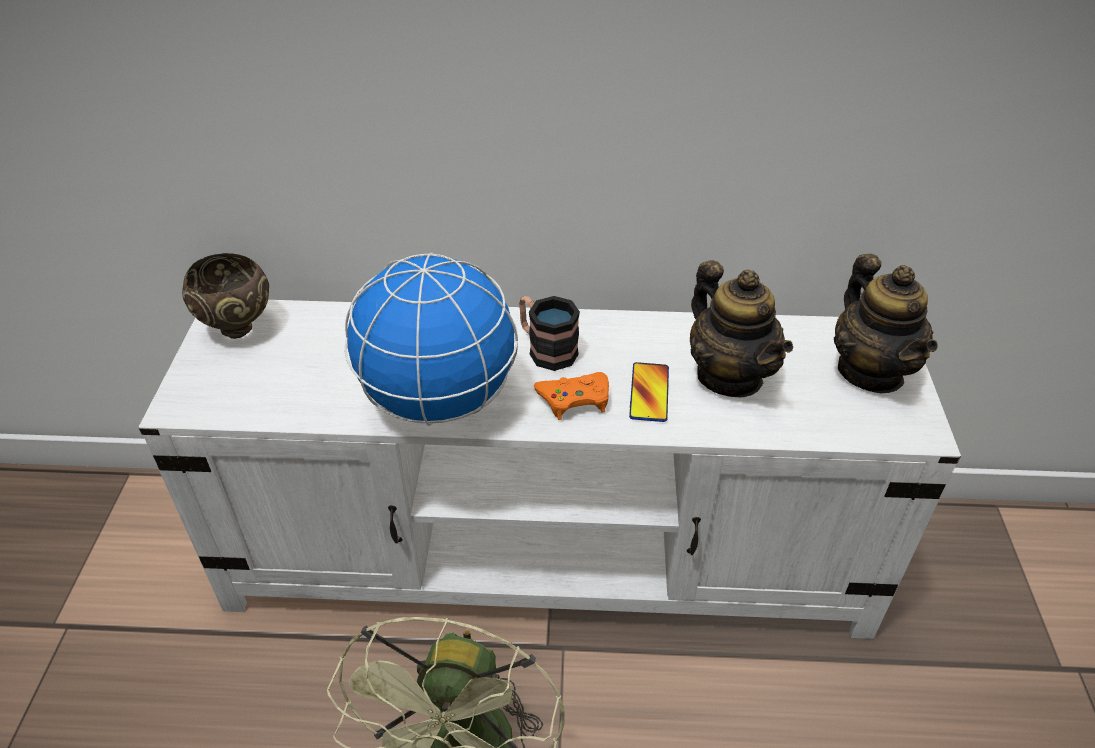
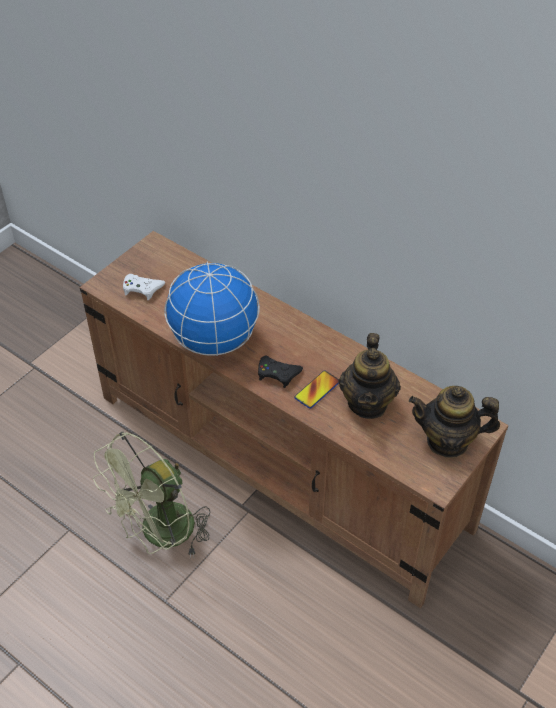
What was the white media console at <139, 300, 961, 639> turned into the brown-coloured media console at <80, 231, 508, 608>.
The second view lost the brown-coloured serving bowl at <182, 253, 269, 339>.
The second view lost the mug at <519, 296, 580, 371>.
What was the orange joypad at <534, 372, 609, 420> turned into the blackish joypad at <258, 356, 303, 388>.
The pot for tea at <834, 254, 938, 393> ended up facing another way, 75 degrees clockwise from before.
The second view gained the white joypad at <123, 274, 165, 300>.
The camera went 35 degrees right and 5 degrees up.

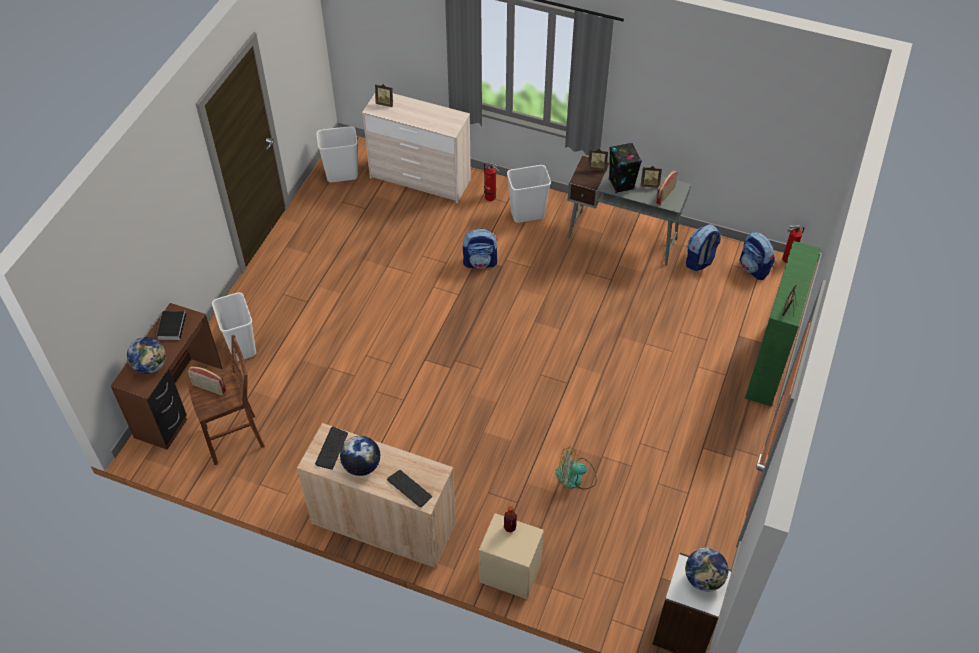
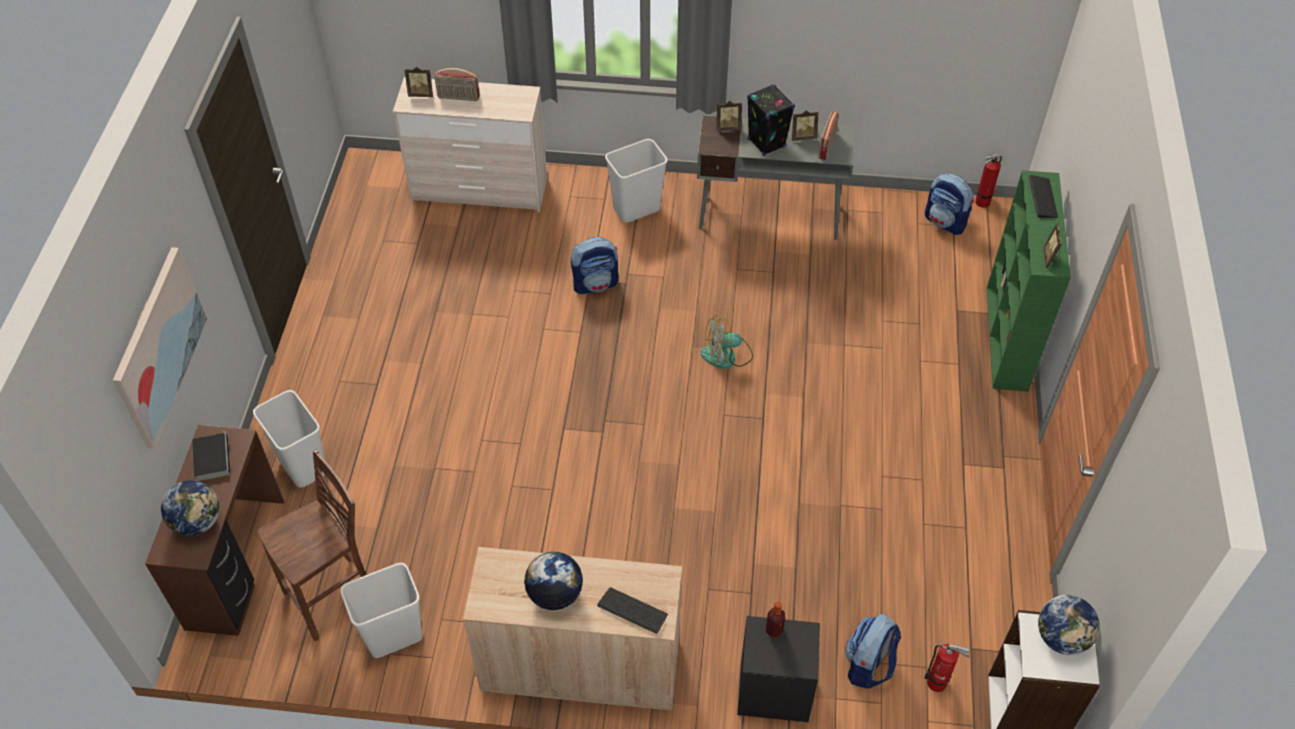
The radio set ended up elsewhere, having gone from <188, 366, 226, 395> to <434, 68, 480, 101>.
The computer keyboard ended up elsewhere, having gone from <315, 427, 348, 470> to <1028, 175, 1058, 218>.
The white trash can ended up elsewhere, having gone from <316, 126, 358, 182> to <341, 563, 422, 658>.
What was the sand-coloured night table at <479, 513, 544, 599> turned into the blackish night table at <737, 616, 820, 722>.
The extinguisher ended up elsewhere, having gone from <484, 162, 499, 201> to <924, 644, 970, 692>.
The cooling fan ended up elsewhere, having gone from <555, 446, 597, 490> to <701, 315, 753, 369>.
The knapsack ended up elsewhere, having gone from <686, 224, 721, 271> to <845, 614, 901, 689>.
The second view gained the wall art at <113, 247, 207, 449>.
The camera went 15 degrees left and 0 degrees up.

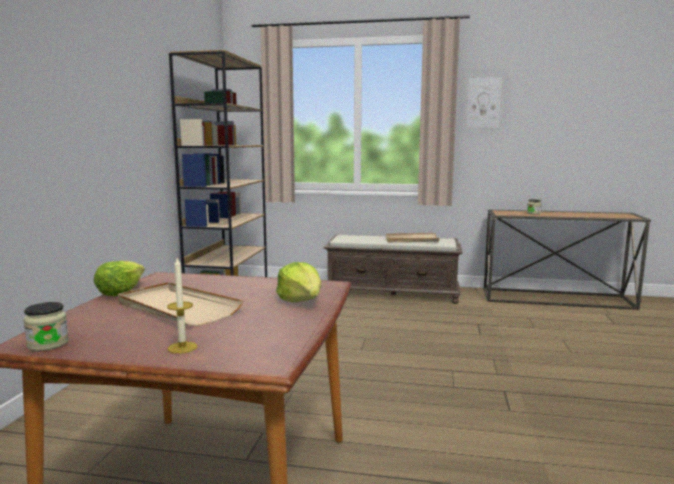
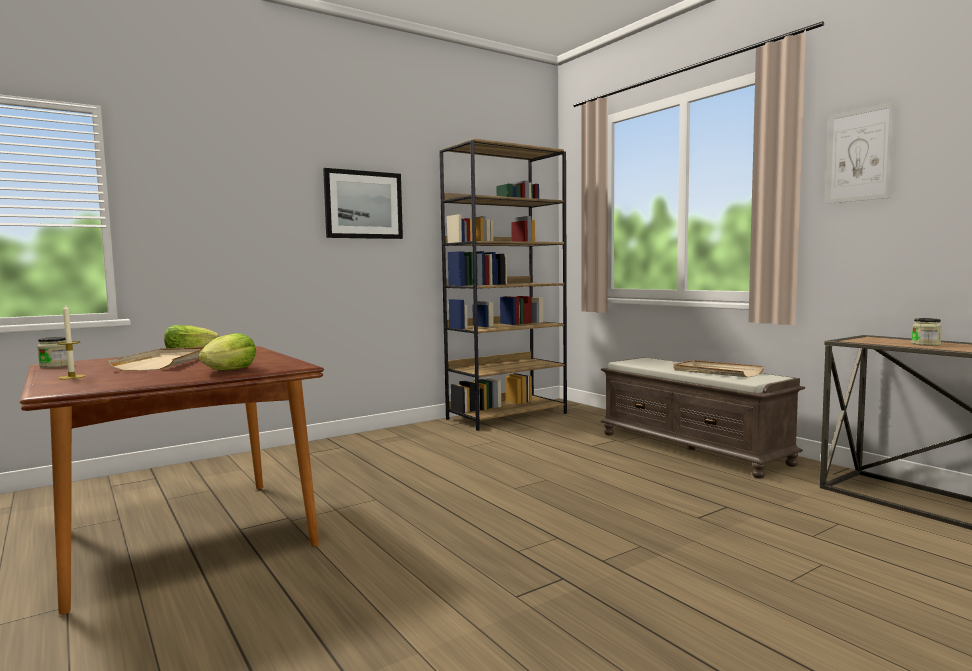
The second view gained the wall art at <323, 168, 403, 239>.
The camera went 45 degrees right and 5 degrees down.

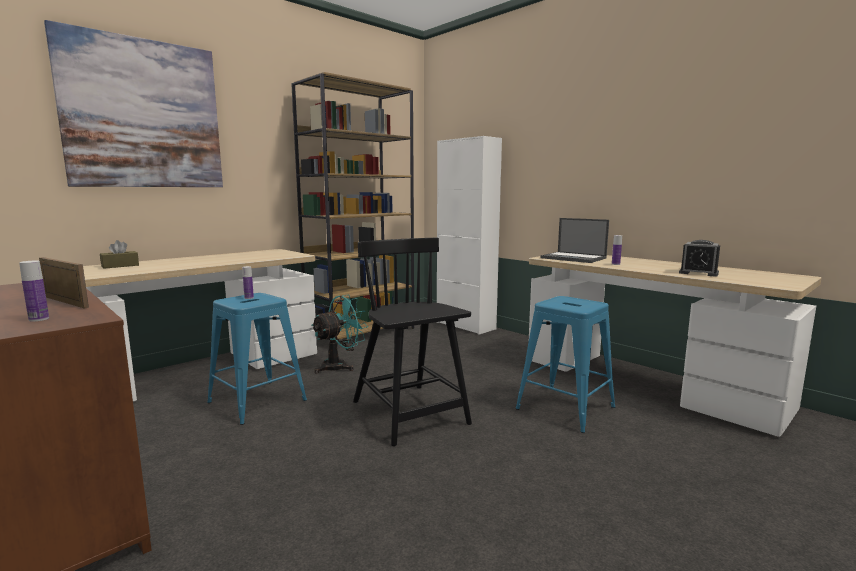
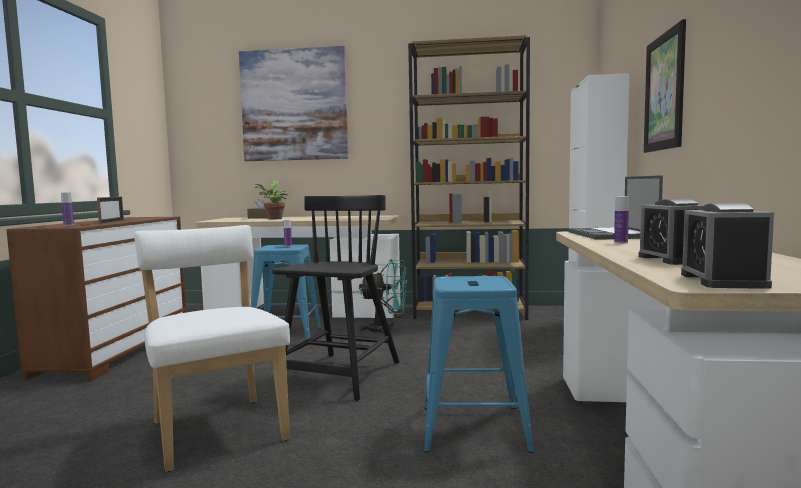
The second view gained the white chair at <134, 225, 290, 472>.
The second view gained the potted plant at <255, 181, 288, 220>.
The second view gained the wall art at <644, 19, 686, 153>.
The second view gained the table clock at <681, 203, 774, 289>.
The camera went 50 degrees right and 5 degrees down.

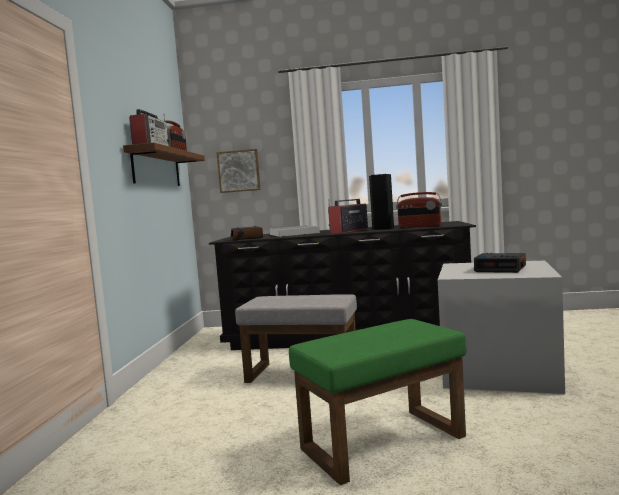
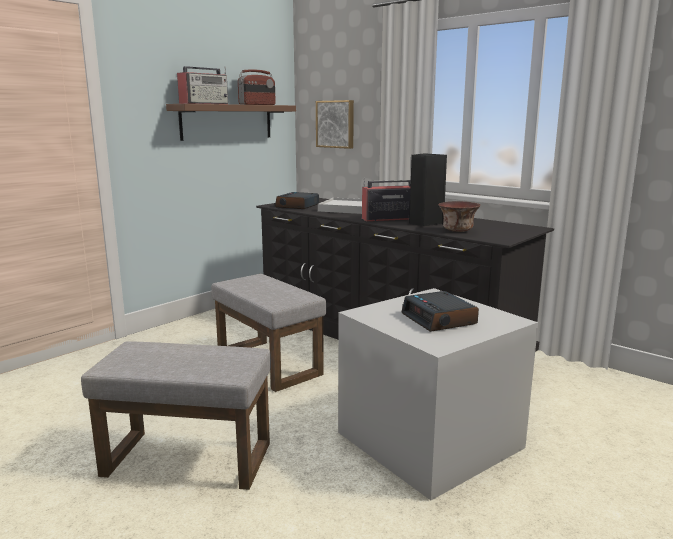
What was the greenish pouffe at <289, 319, 466, 485> turned into the greyish pouffe at <81, 341, 271, 490>.
Where the radio set stood at <396, 192, 442, 228>, the serving bowl came to stand at <438, 201, 480, 232>.
The camera went 35 degrees right and 10 degrees up.

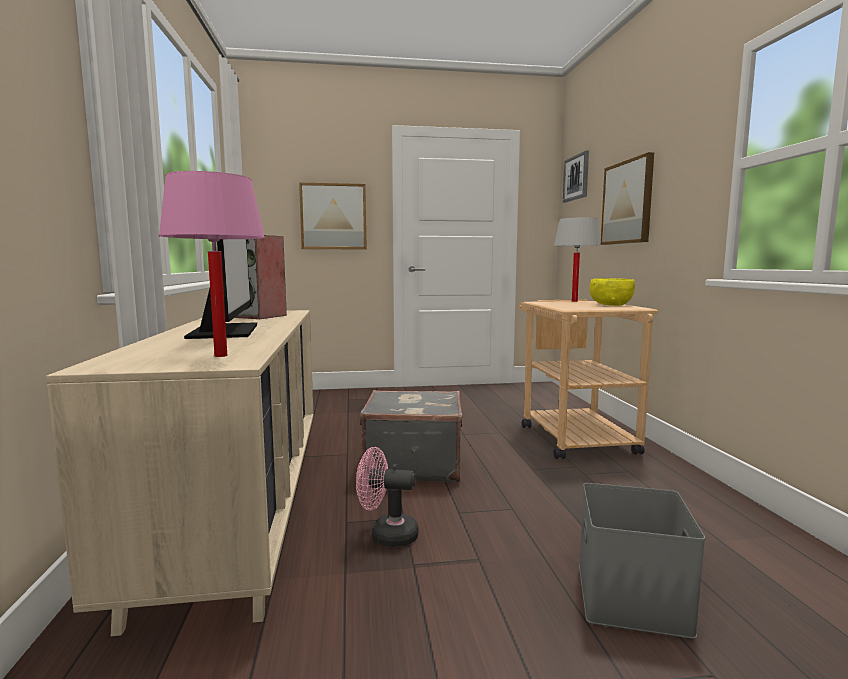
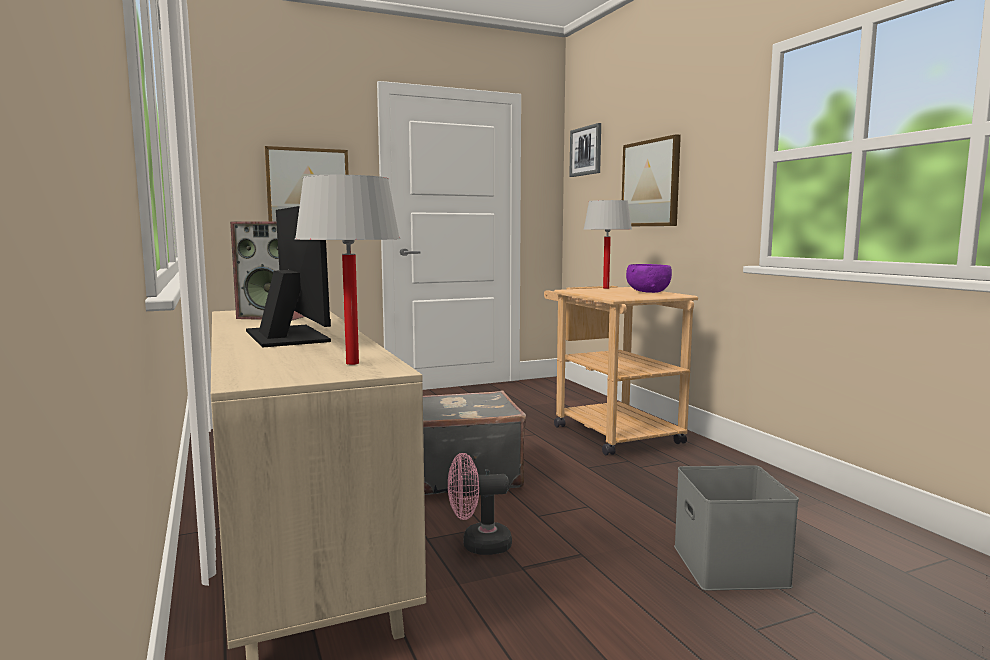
What was the pink lamp for a table at <158, 171, 265, 357> turned into the white lamp for a table at <295, 175, 400, 365>.
What was the yellowish serving bowl at <590, 278, 635, 306> turned into the purple serving bowl at <626, 264, 672, 293>.
The camera went 15 degrees left and 0 degrees up.

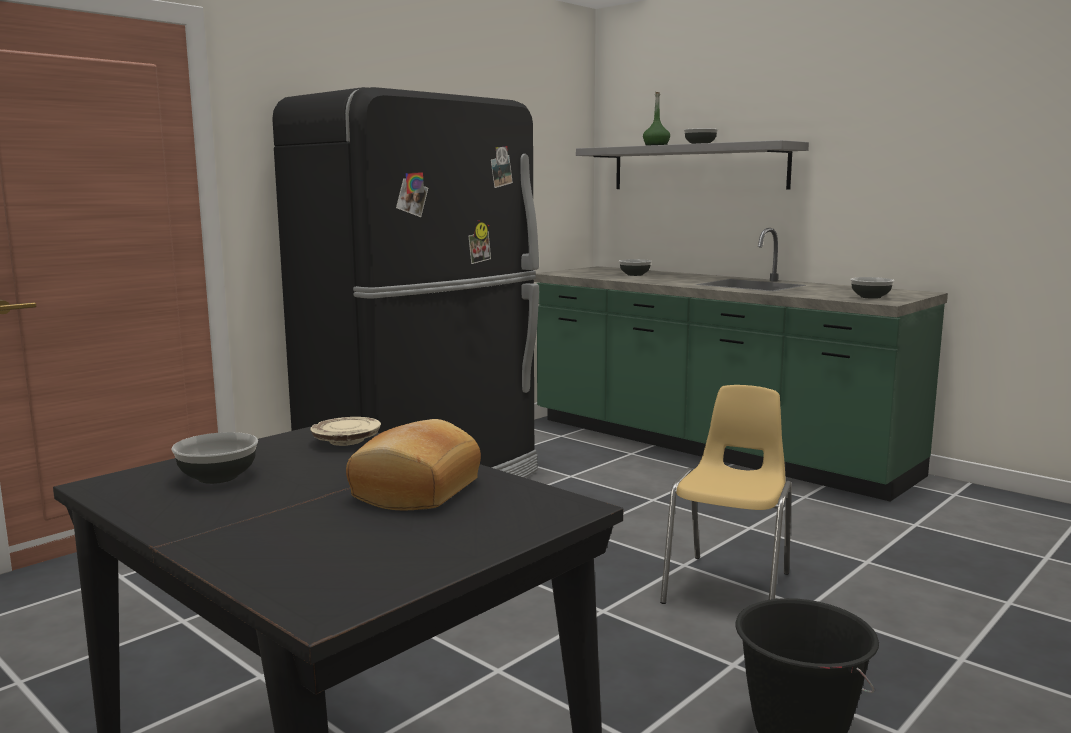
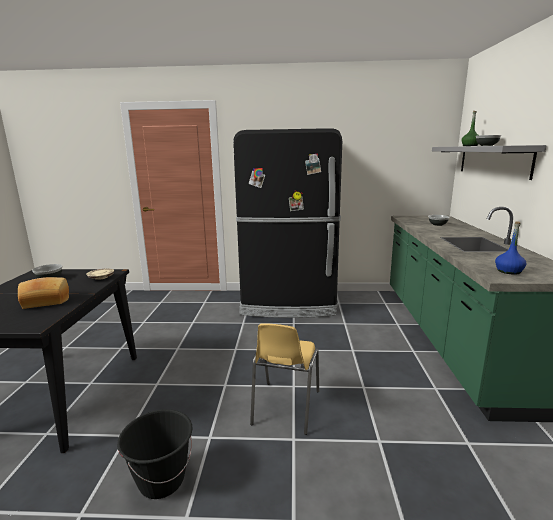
The yellowish chair at <660, 385, 792, 604> ended up facing another way, 120 degrees clockwise from before.
Where the serving bowl stood at <850, 277, 894, 299>, the blue beverage bottle came to stand at <495, 221, 527, 275>.
The camera went 50 degrees right and 5 degrees up.

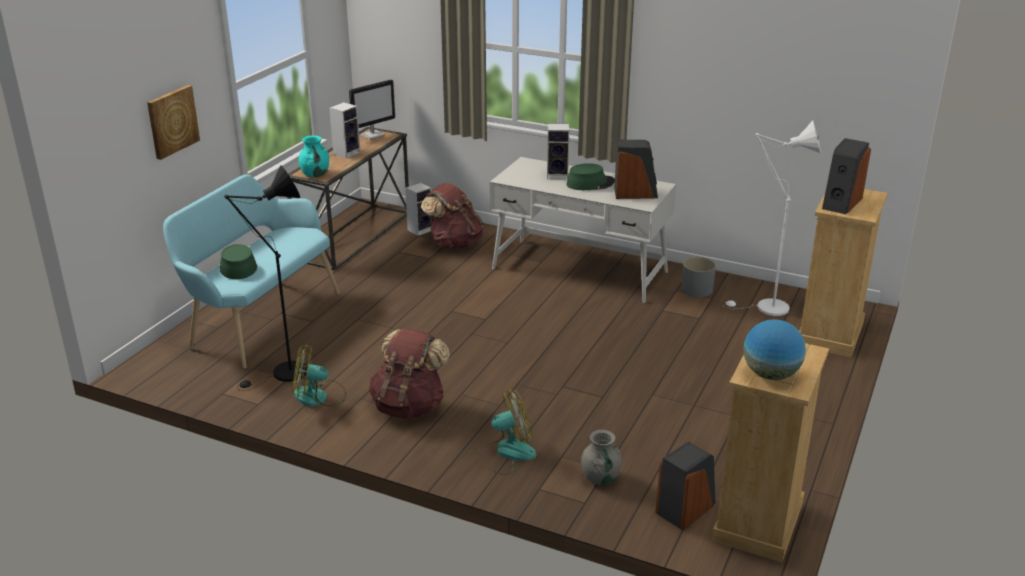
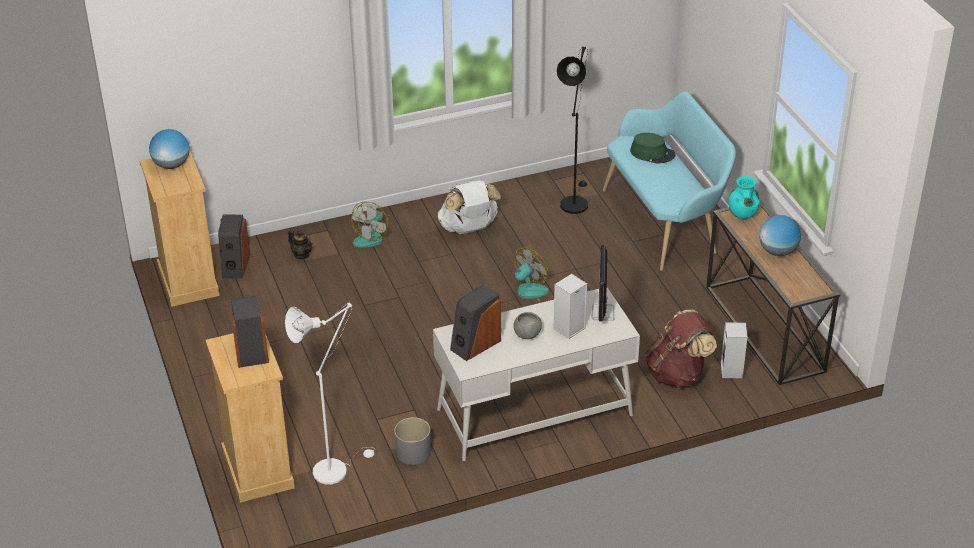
The second view lost the wall art at <147, 85, 200, 160>.
The cooling fan ended up elsewhere, having gone from <292, 345, 346, 407> to <507, 247, 549, 308>.
Where the speaker stood at <329, 102, 360, 158>, the globe came to stand at <759, 215, 801, 256>.
The monitor ended up elsewhere, having gone from <349, 79, 395, 139> to <592, 245, 615, 321>.
What was the brown-coloured knapsack at <369, 329, 450, 419> turned into the white knapsack at <438, 181, 501, 234>.
Where the greenish wearable hat stood at <566, 163, 615, 190>, the greyish serving bowl came to stand at <513, 312, 542, 339>.
Where the greyish decorative vase stood at <581, 430, 622, 485>, the pot for tea came to stand at <288, 230, 312, 259>.
The camera went 135 degrees right and 10 degrees up.

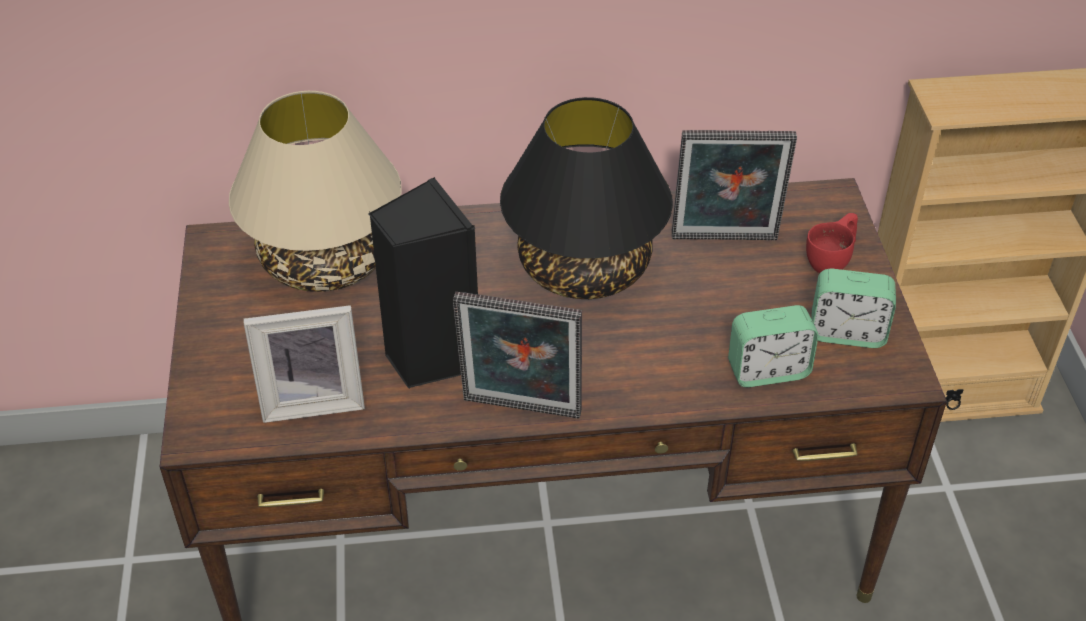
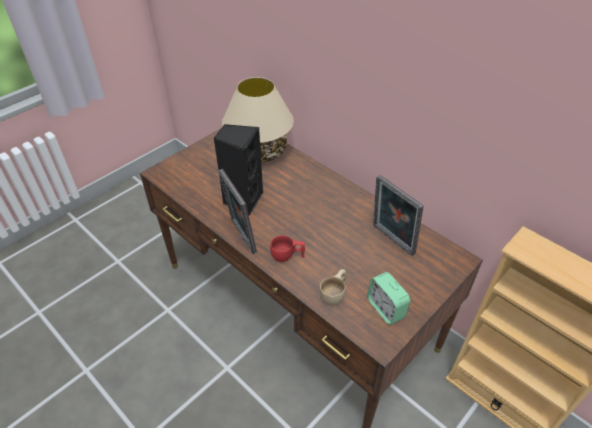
The second view lost the photo frame at <243, 305, 365, 423>.
The second view lost the blackish lamp for a table at <500, 97, 673, 299>.
Where the table clock stood at <728, 305, 819, 387>, the sand-coloured small cup came to stand at <320, 269, 346, 306>.
The red-coloured small cup ended up elsewhere, having gone from <806, 213, 858, 273> to <270, 236, 305, 262>.
The camera went 50 degrees right and 0 degrees up.

